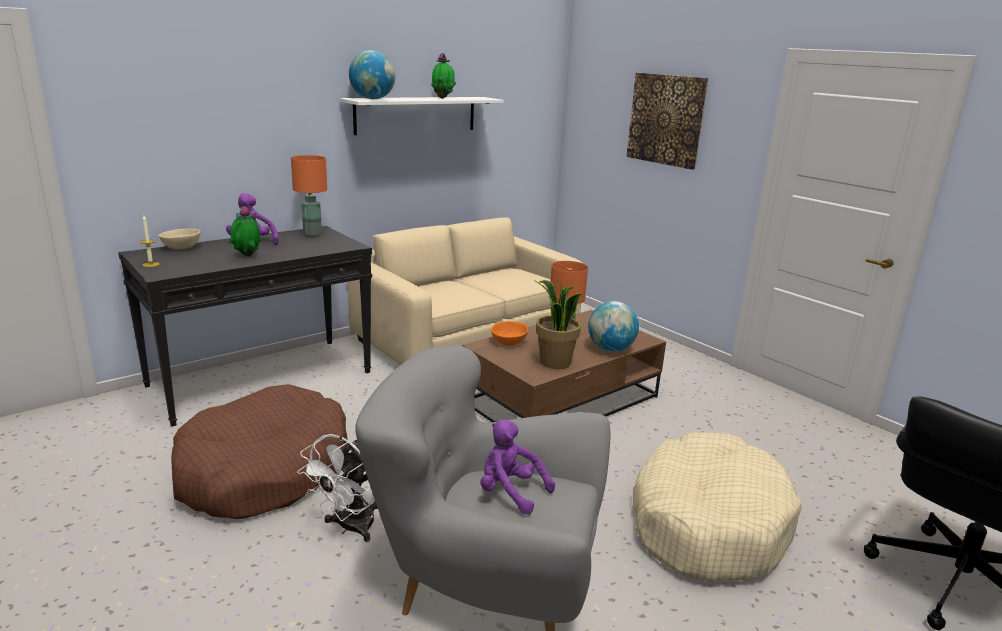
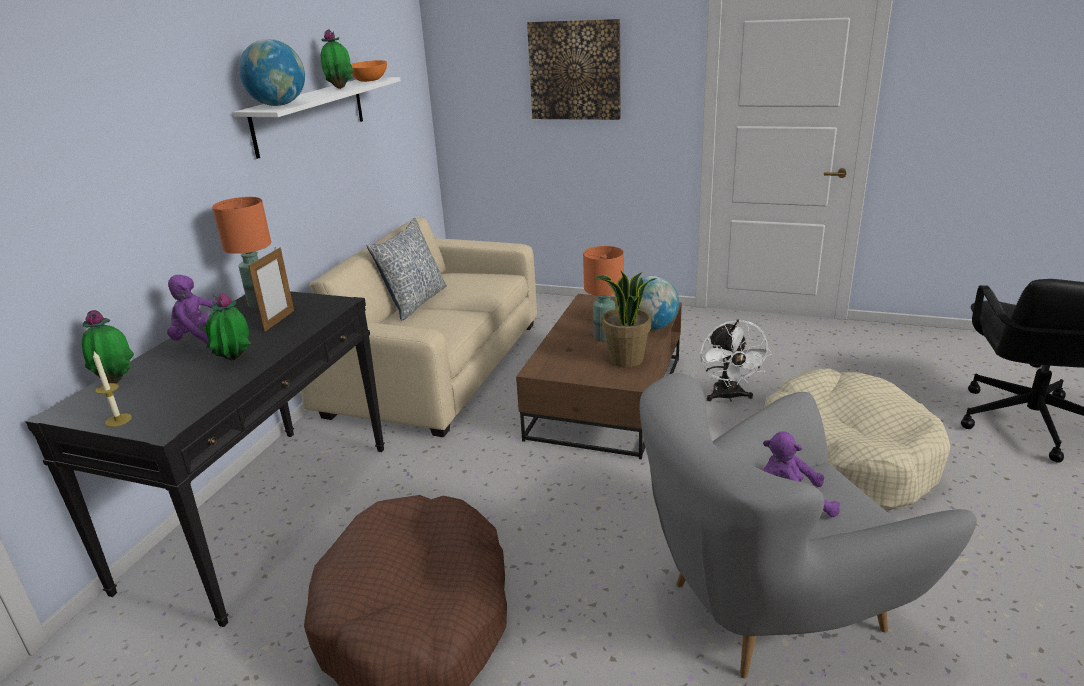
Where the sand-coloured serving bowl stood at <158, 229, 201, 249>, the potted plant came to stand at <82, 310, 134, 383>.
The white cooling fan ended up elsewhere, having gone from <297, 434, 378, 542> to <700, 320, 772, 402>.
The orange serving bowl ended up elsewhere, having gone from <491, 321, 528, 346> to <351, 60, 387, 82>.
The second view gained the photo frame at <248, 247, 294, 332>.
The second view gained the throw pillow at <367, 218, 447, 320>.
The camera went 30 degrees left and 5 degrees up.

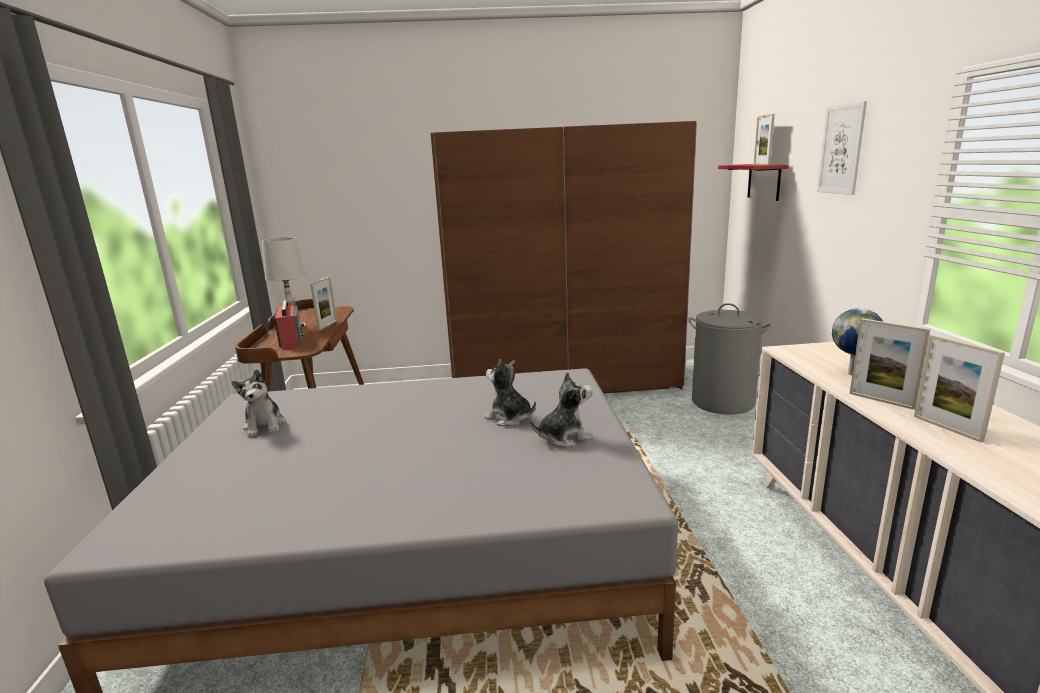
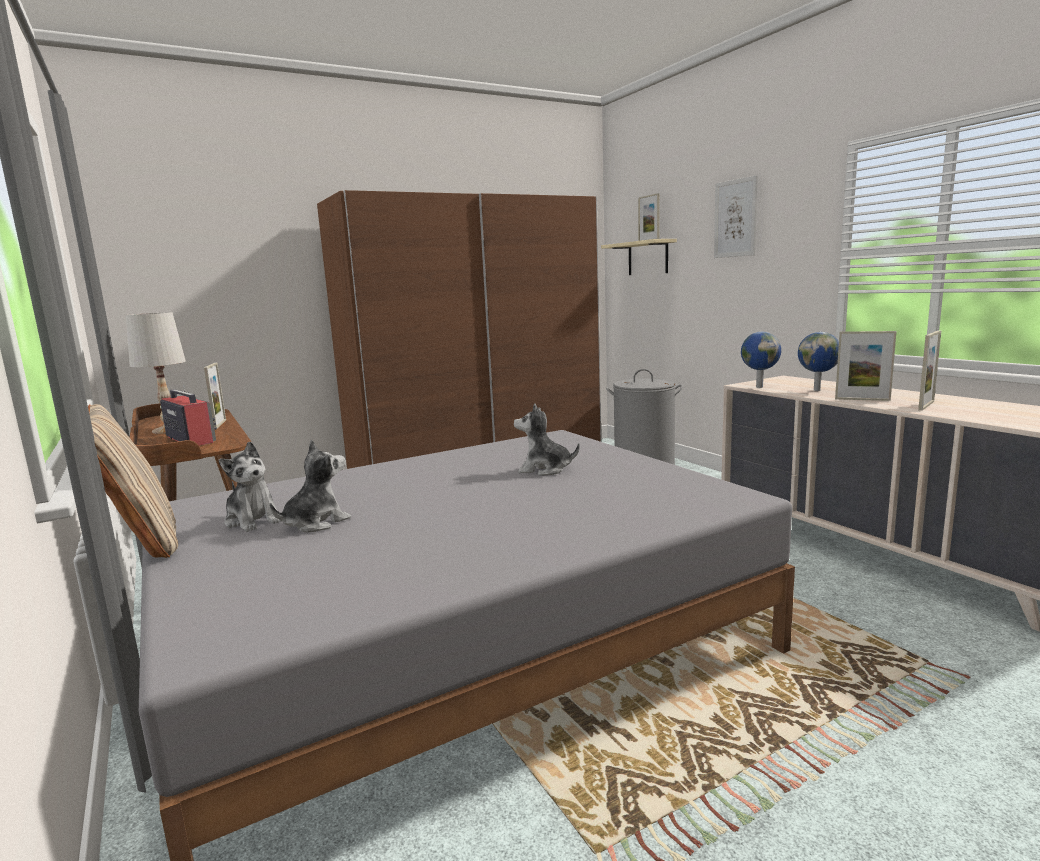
The soft toy ended up elsewhere, having gone from <530, 372, 593, 447> to <270, 440, 351, 532>.
What was the red-coloured wall shelf at <718, 164, 789, 201> turned into the sand-coloured wall shelf at <601, 239, 677, 275>.
The photo frame at <914, 334, 1005, 443> ended up facing another way, 90 degrees counterclockwise from before.
The second view gained the sand-coloured throw pillow at <88, 404, 178, 558>.
The second view gained the globe at <741, 332, 781, 388>.
The camera went 25 degrees left and 5 degrees down.

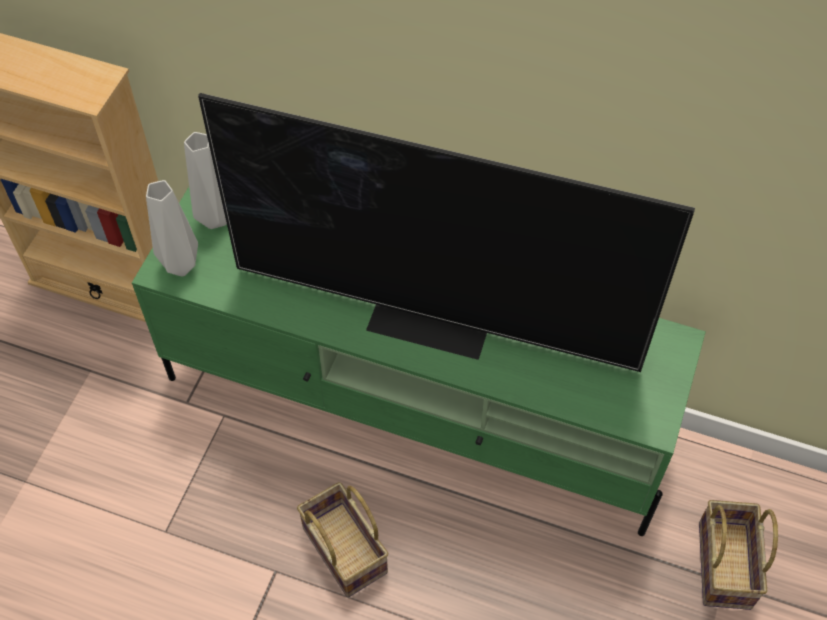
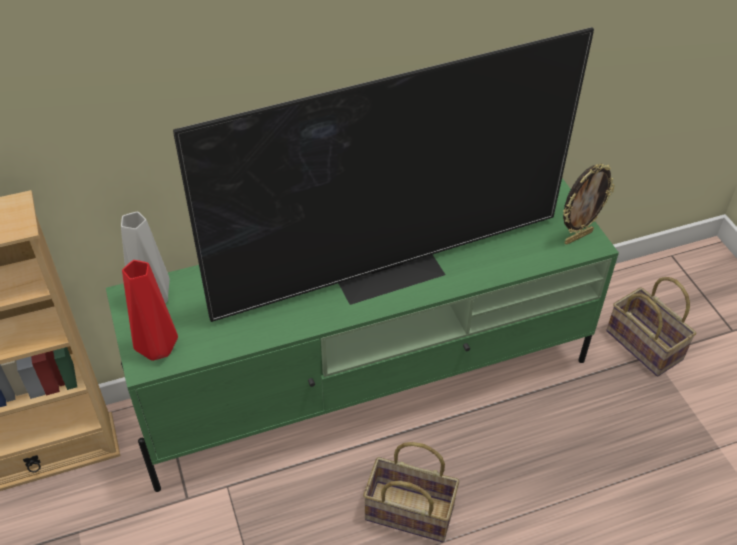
What was the greyish decorative vase at <146, 180, 198, 277> turned into the red-coloured decorative vase at <122, 260, 178, 361>.
The second view gained the photo frame at <563, 164, 615, 245>.
The camera went 40 degrees left and 10 degrees down.

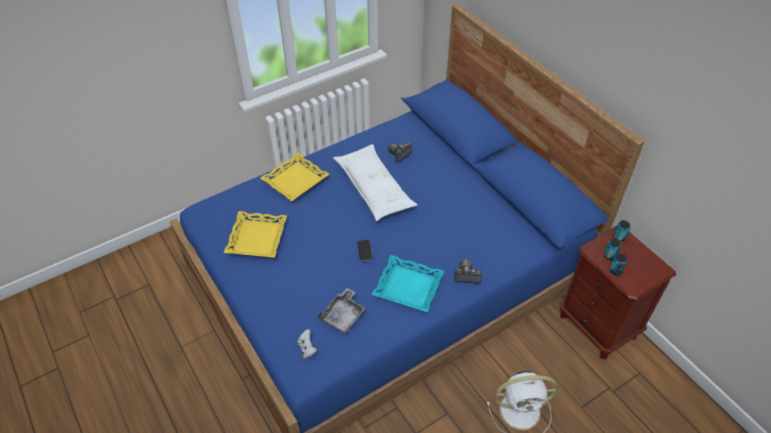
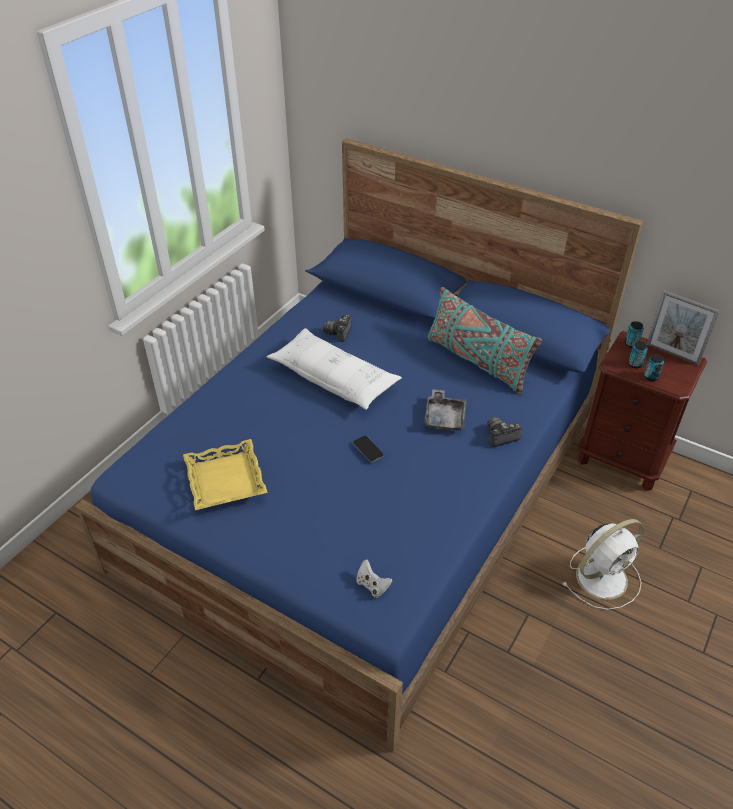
The second view lost the yellowish carrying tray at <261, 153, 329, 202>.
The greyish carrying tray ended up elsewhere, having gone from <318, 288, 366, 334> to <424, 389, 467, 431>.
The second view lost the turquoise carrying tray at <372, 255, 444, 312>.
The second view gained the turquoise throw pillow at <427, 287, 542, 395>.
The second view gained the photo frame at <647, 290, 720, 366>.
The camera went 25 degrees left and 5 degrees down.

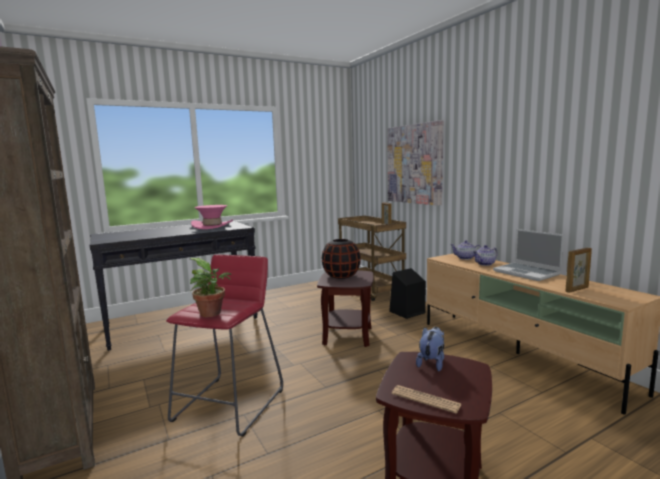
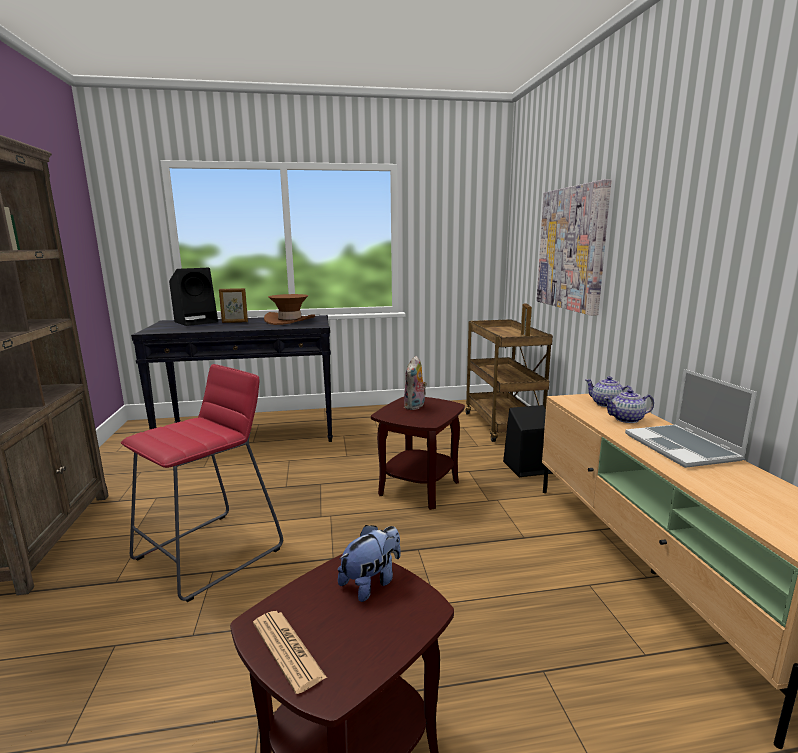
The second view lost the potted plant at <190, 258, 231, 317>.
What was the pink wearable hat at <191, 205, 233, 229> turned into the brown-coloured wearable hat at <264, 294, 315, 325>.
Where the blackish decorative vase stood at <321, 239, 361, 279>, the soft toy came to stand at <404, 356, 427, 410>.
The photo frame ended up elsewhere, having gone from <565, 248, 592, 293> to <219, 288, 248, 323>.
The second view gained the blackish speaker at <169, 268, 218, 326>.
The camera went 20 degrees right and 5 degrees up.

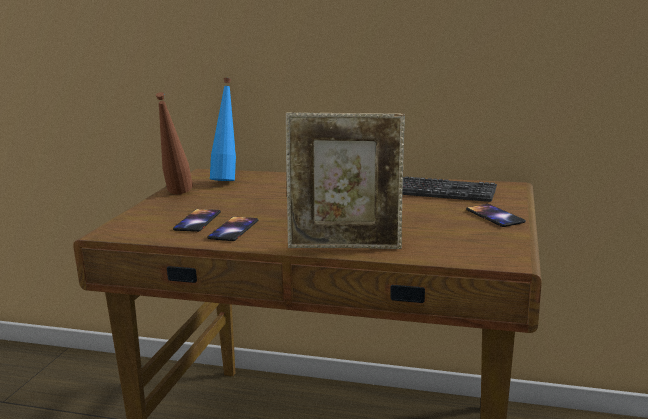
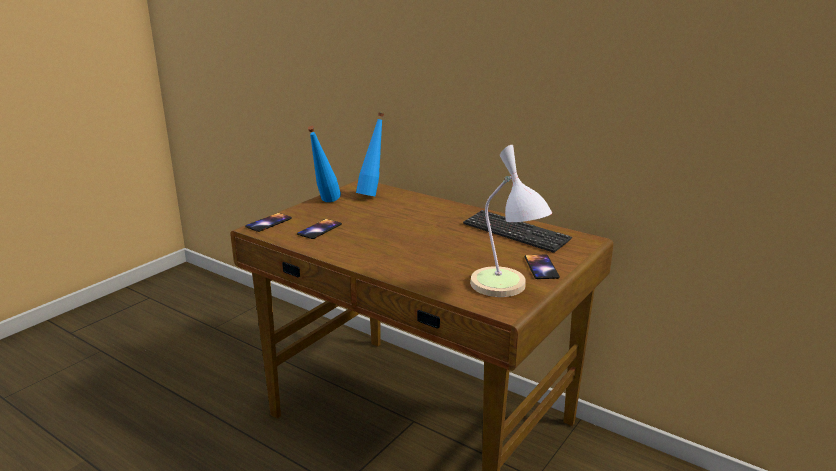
What was the brown-coloured beverage bottle at <156, 92, 193, 194> turned into the blue beverage bottle at <308, 126, 341, 202>.
The phone ended up elsewhere, having gone from <207, 216, 258, 241> to <245, 213, 292, 232>.
The second view lost the photo frame at <286, 112, 405, 249>.
The second view gained the lamp for a table at <470, 145, 552, 297>.
The camera went 20 degrees right and 5 degrees up.

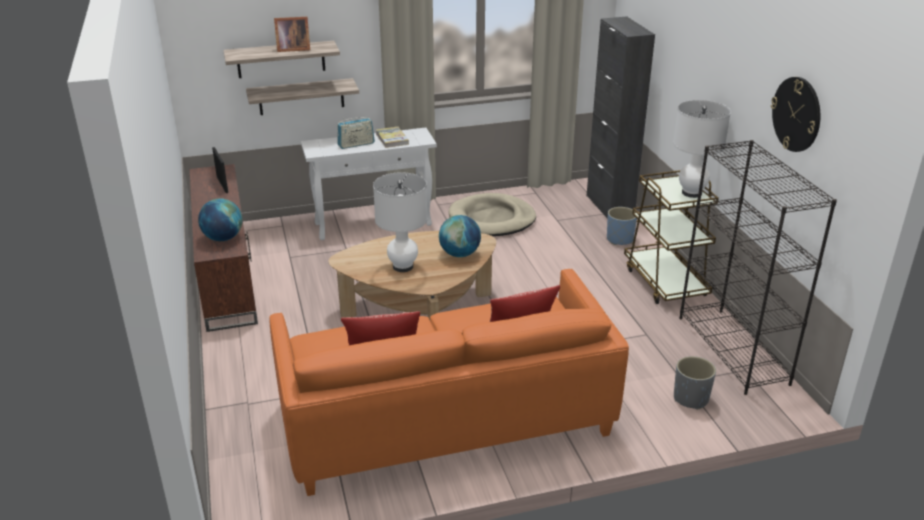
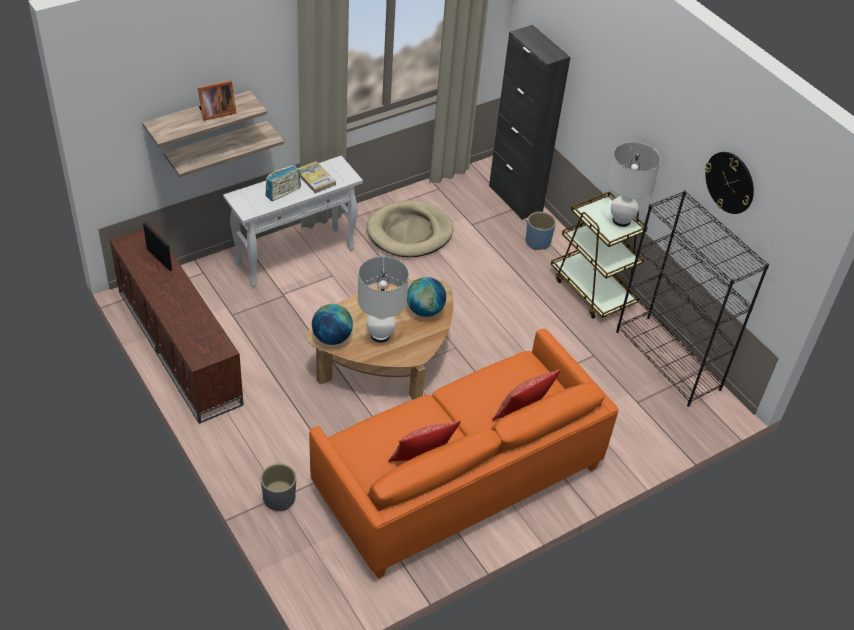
The globe ended up elsewhere, having gone from <198, 198, 243, 241> to <312, 304, 353, 345>.
The greyish plant pot ended up elsewhere, having gone from <674, 356, 716, 410> to <261, 464, 296, 511>.
The camera went 20 degrees left and 15 degrees up.

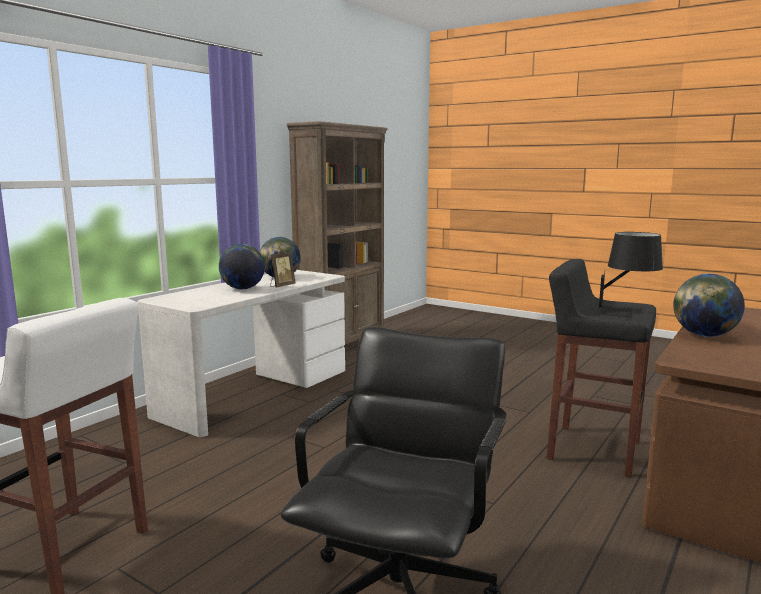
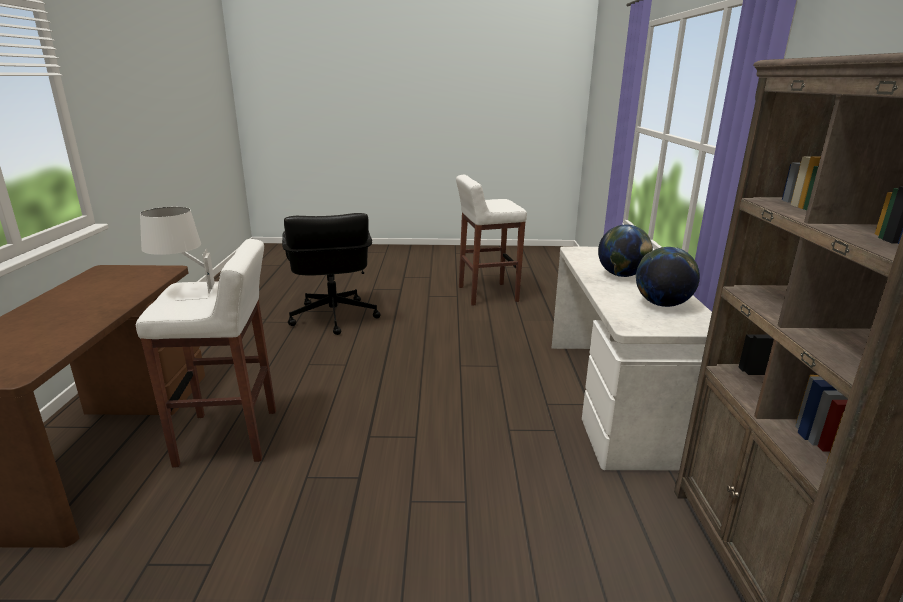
The second view lost the photo frame at <270, 250, 295, 287>.
What was the blackish stool seat at <546, 259, 656, 477> turned into the white stool seat at <136, 239, 276, 468>.
What was the blackish lamp for a table at <599, 232, 663, 317> turned into the white lamp for a table at <140, 207, 215, 301>.
The second view lost the globe at <673, 273, 745, 337>.
The camera went 145 degrees right and 10 degrees up.

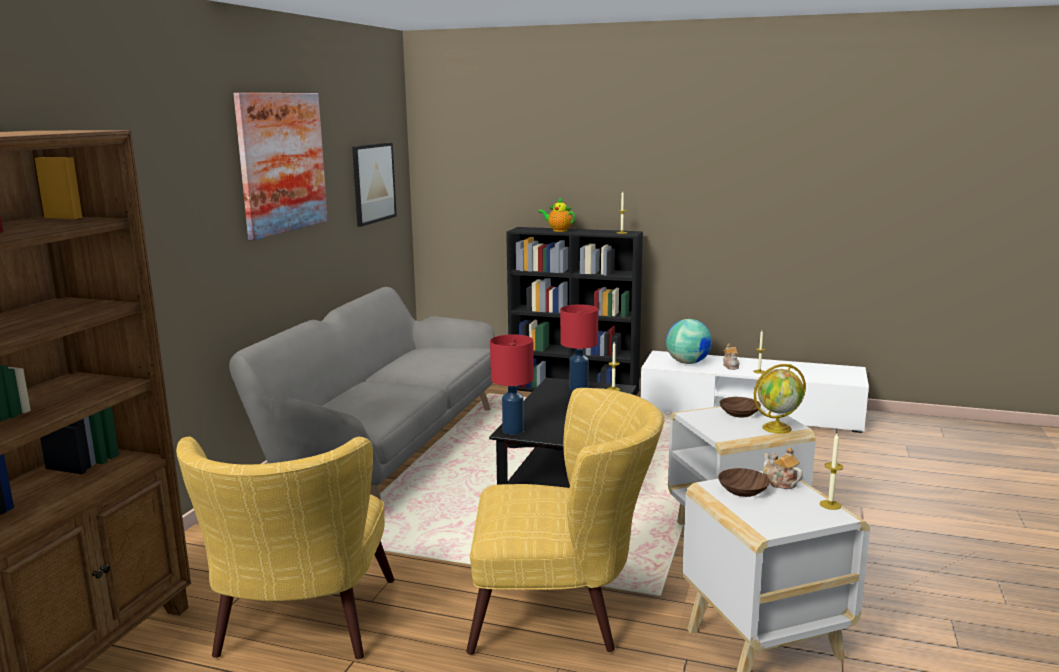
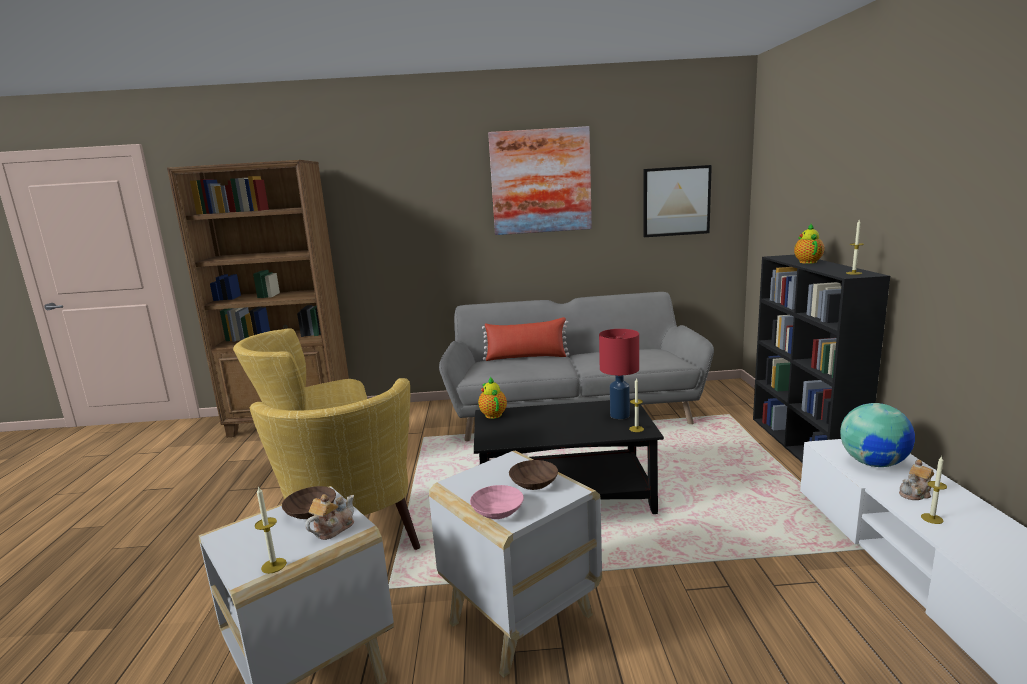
Where the red-coloured lamp for a table stood at <490, 334, 534, 434>, the pot for tea came to stand at <478, 376, 507, 419>.
Where the globe stood at <754, 364, 806, 434>, the pink serving bowl came to stand at <470, 485, 524, 519>.
The second view gained the red-coloured throw pillow at <482, 317, 569, 361>.
The camera went 70 degrees right and 0 degrees up.

